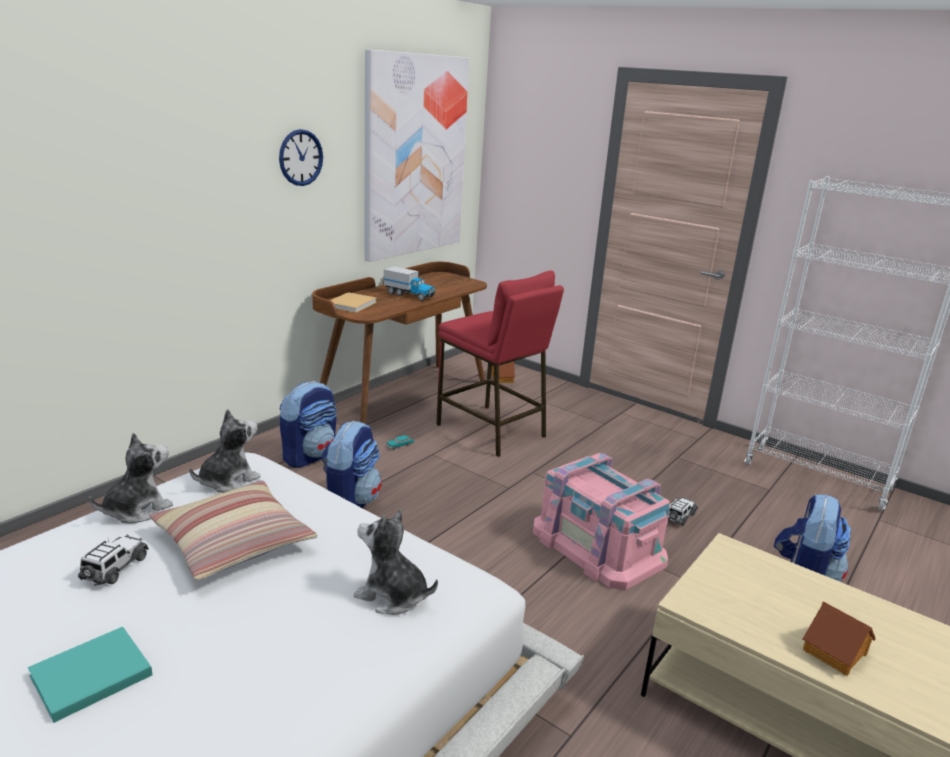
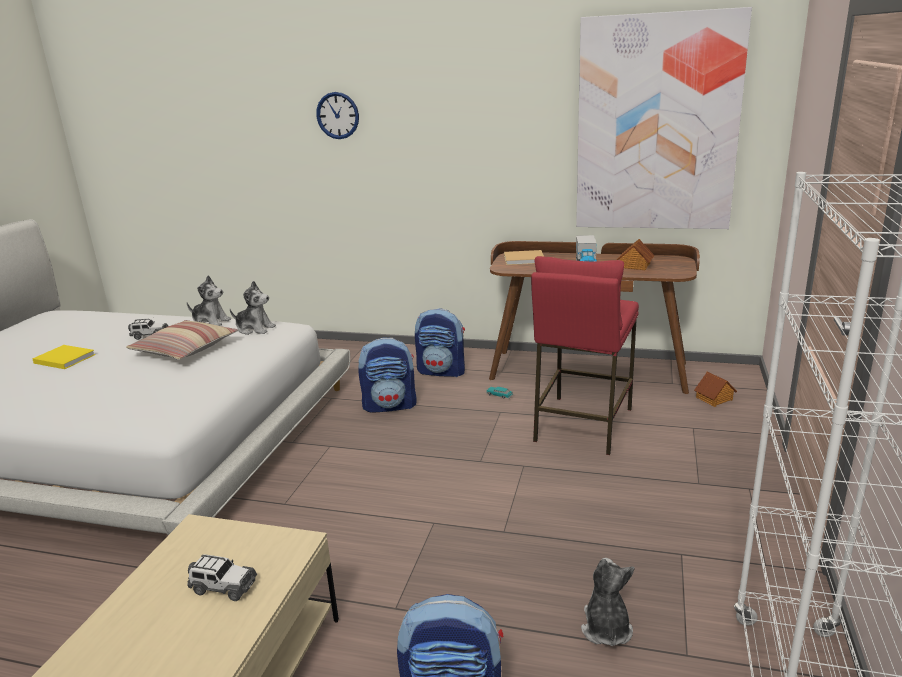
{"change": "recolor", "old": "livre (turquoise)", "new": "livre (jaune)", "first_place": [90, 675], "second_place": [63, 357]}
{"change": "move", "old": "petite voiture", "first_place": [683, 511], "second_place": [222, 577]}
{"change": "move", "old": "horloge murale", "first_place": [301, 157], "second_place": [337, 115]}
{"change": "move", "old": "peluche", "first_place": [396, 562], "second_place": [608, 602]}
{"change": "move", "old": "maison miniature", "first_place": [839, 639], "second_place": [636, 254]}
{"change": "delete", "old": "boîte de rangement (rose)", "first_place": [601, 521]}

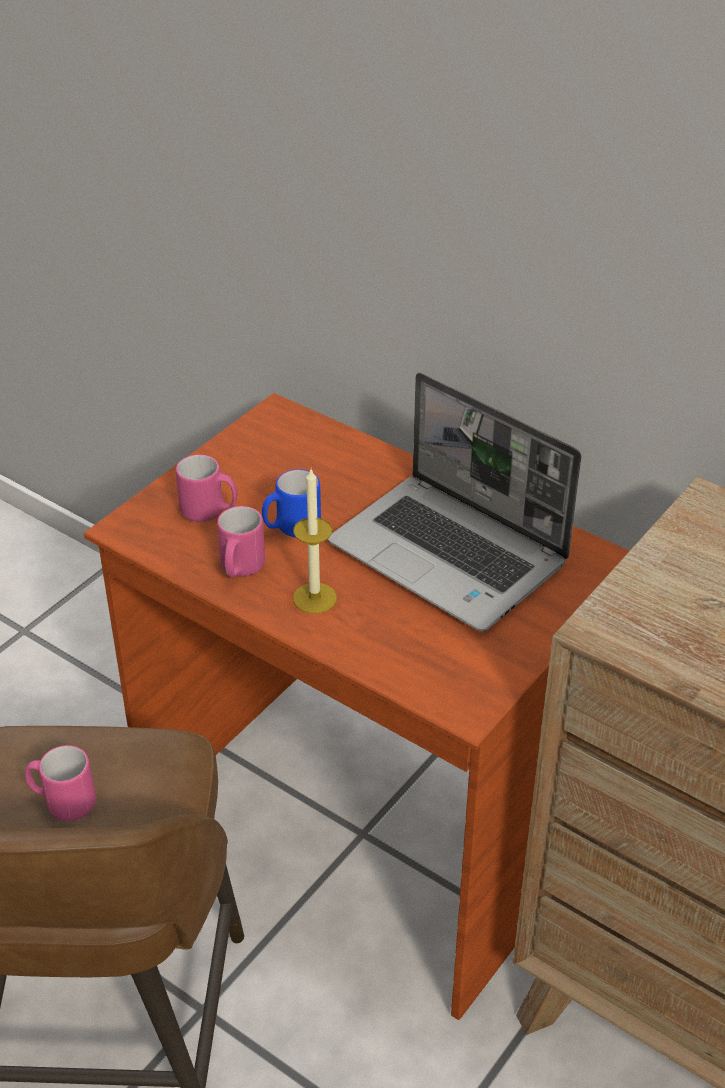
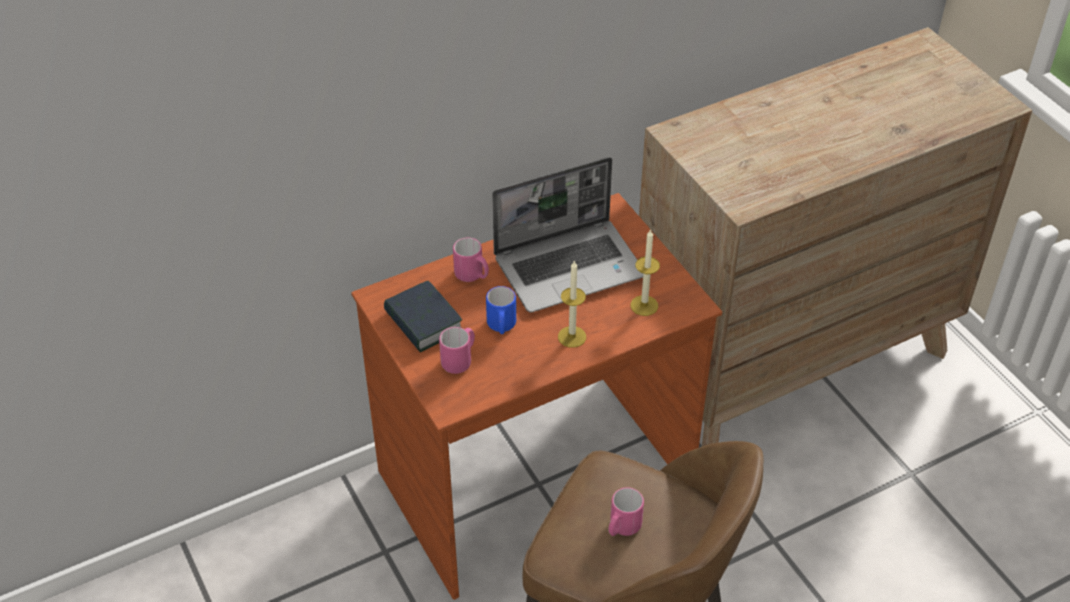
{"change": "insert", "new": "livre", "second_place": [423, 316]}
{"change": "move", "old": "mug (rose)", "first_place": [241, 542], "second_place": [471, 259]}
{"change": "insert", "new": "bougie", "second_place": [645, 272]}

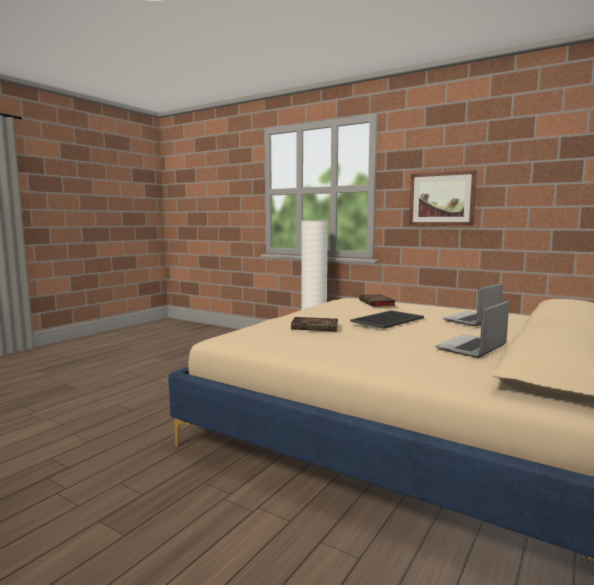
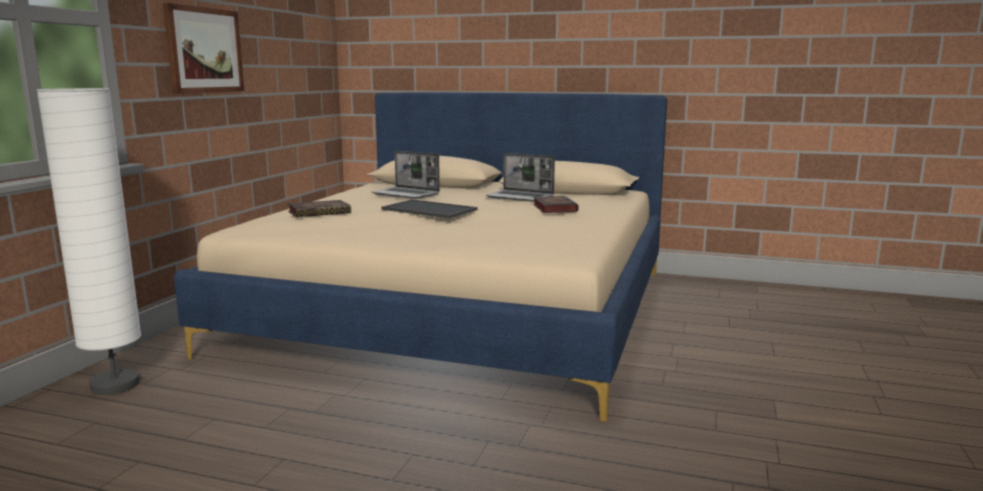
{"change": "move", "old": "livre", "first_place": [314, 324], "second_place": [556, 204]}

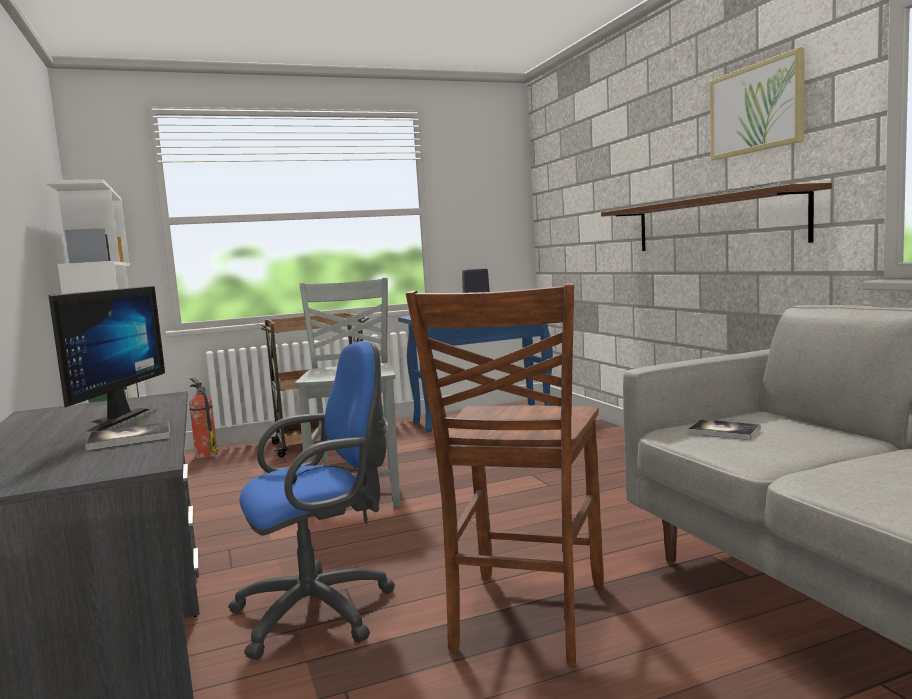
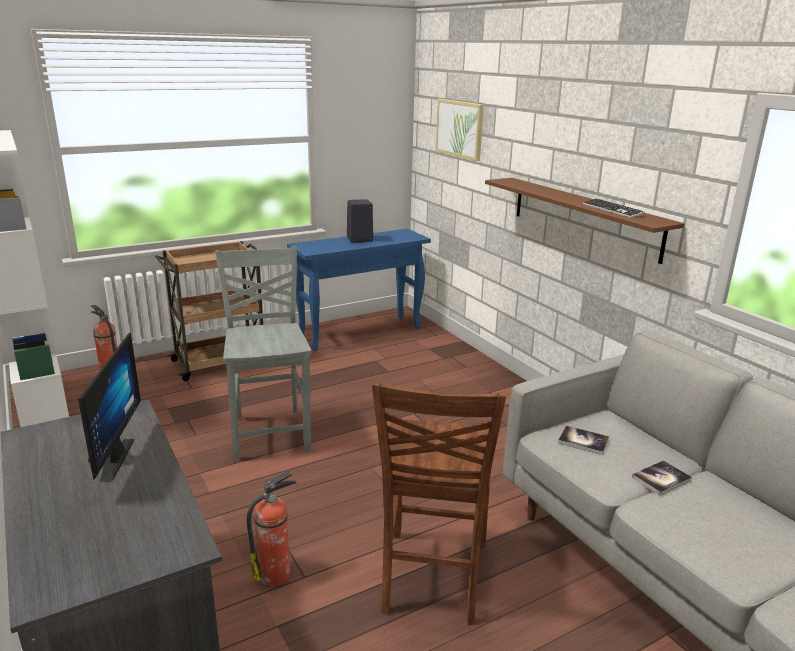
{"change": "replace", "old": "chaise de bureau (bleu)", "new": "extincteur", "first_place": [311, 500], "second_place": [272, 528]}
{"change": "move", "old": "tableau", "first_place": [757, 103], "second_place": [459, 130]}
{"change": "move", "old": "livre", "first_place": [127, 436], "second_place": [662, 478]}

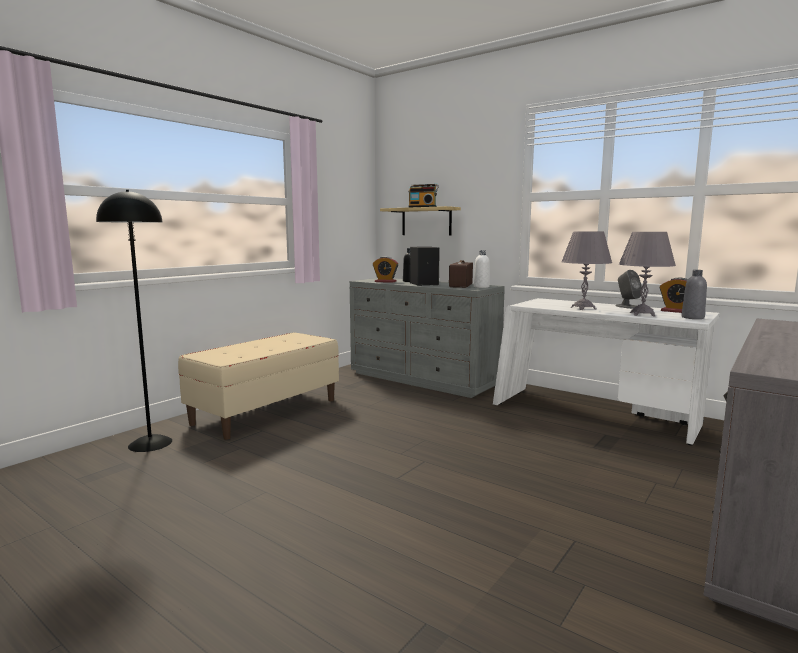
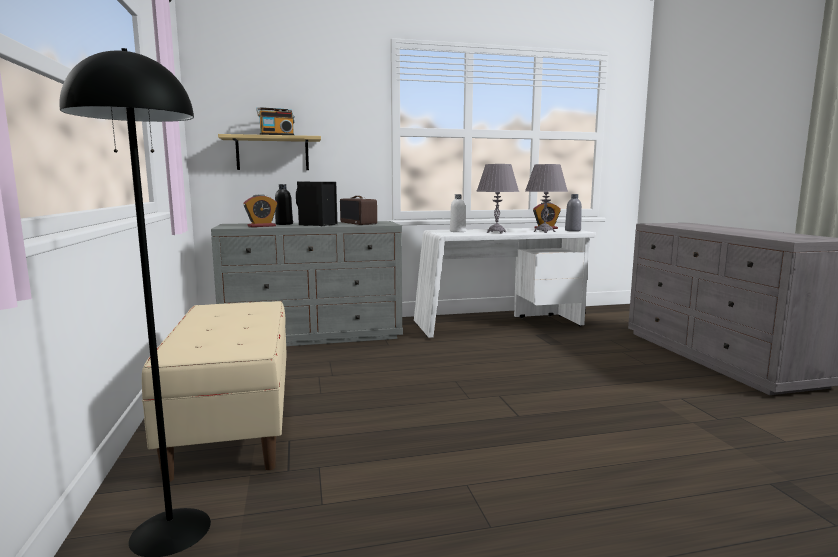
{"change": "move", "old": "bouteille (blanc)", "first_place": [482, 269], "second_place": [458, 213]}
{"change": "delete", "old": "enceinte (gris)", "first_place": [629, 289]}

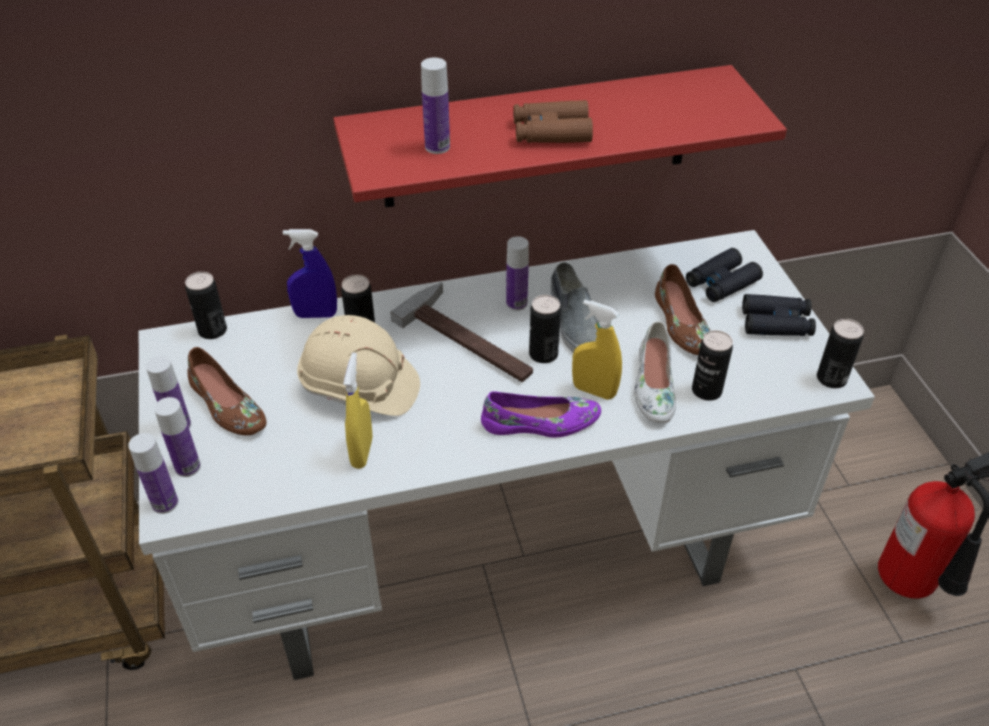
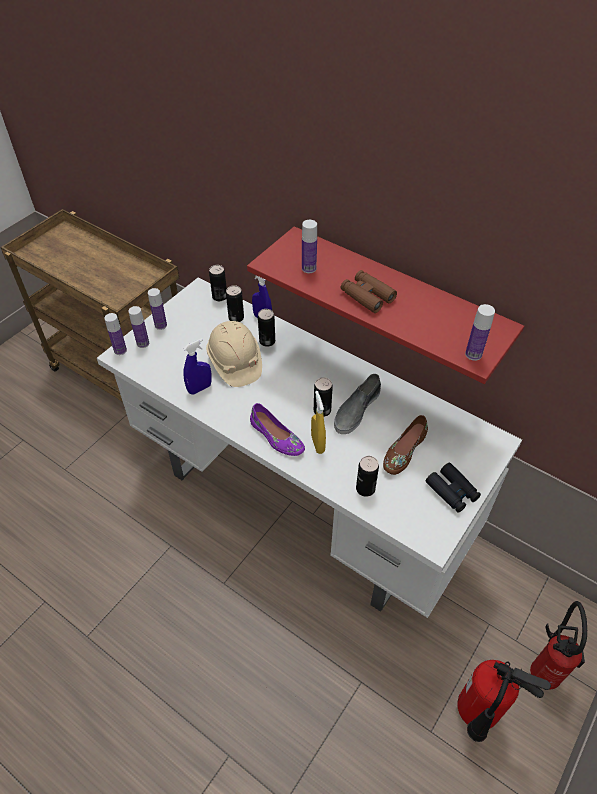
{"change": "recolor", "old": "vaporisateur (jaune)", "new": "vaporisateur (bleu)", "first_place": [358, 410], "second_place": [197, 366]}
{"change": "move", "old": "boîte métallique", "first_place": [840, 353], "second_place": [235, 303]}
{"change": "move", "old": "bouteille", "first_place": [517, 273], "second_place": [480, 332]}
{"change": "insert", "new": "extincteur", "second_place": [558, 645]}
{"change": "delete", "old": "chaussure (marron)", "first_place": [227, 391]}
{"change": "delete", "old": "marteau", "first_place": [461, 332]}
{"change": "delete", "old": "chaussure (blanc)", "first_place": [655, 372]}
{"change": "delete", "old": "jumelles (noir)", "first_place": [724, 275]}

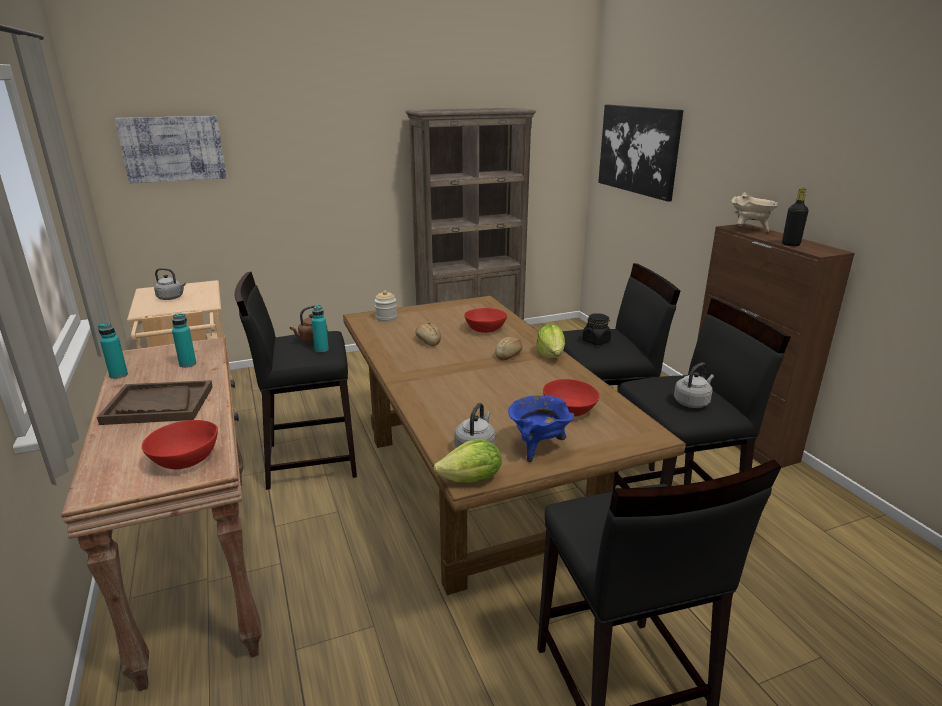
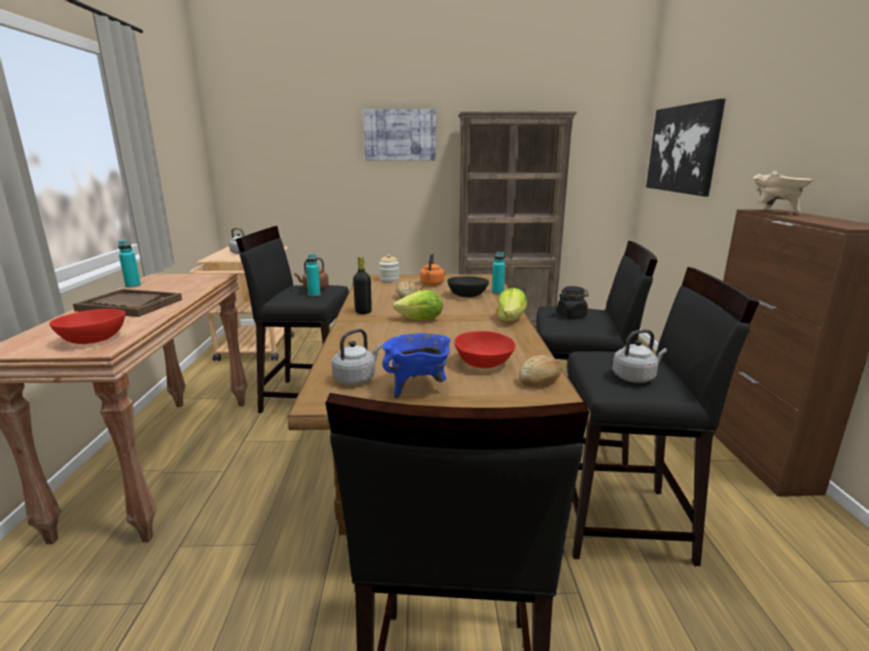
{"change": "move", "old": "bouteille (noir)", "first_place": [795, 217], "second_place": [362, 285]}
{"change": "move", "old": "tableau", "first_place": [171, 149], "second_place": [399, 134]}
{"change": "move", "old": "laitue", "first_place": [468, 461], "second_place": [418, 305]}
{"change": "insert", "new": "bouilloire (orange)", "second_place": [432, 269]}
{"change": "recolor", "old": "bol (rouge)", "new": "bol (noir)", "first_place": [485, 320], "second_place": [468, 286]}
{"change": "move", "old": "bouteille (turquoise)", "first_place": [184, 341], "second_place": [498, 273]}
{"change": "move", "old": "pain", "first_place": [509, 348], "second_place": [540, 371]}

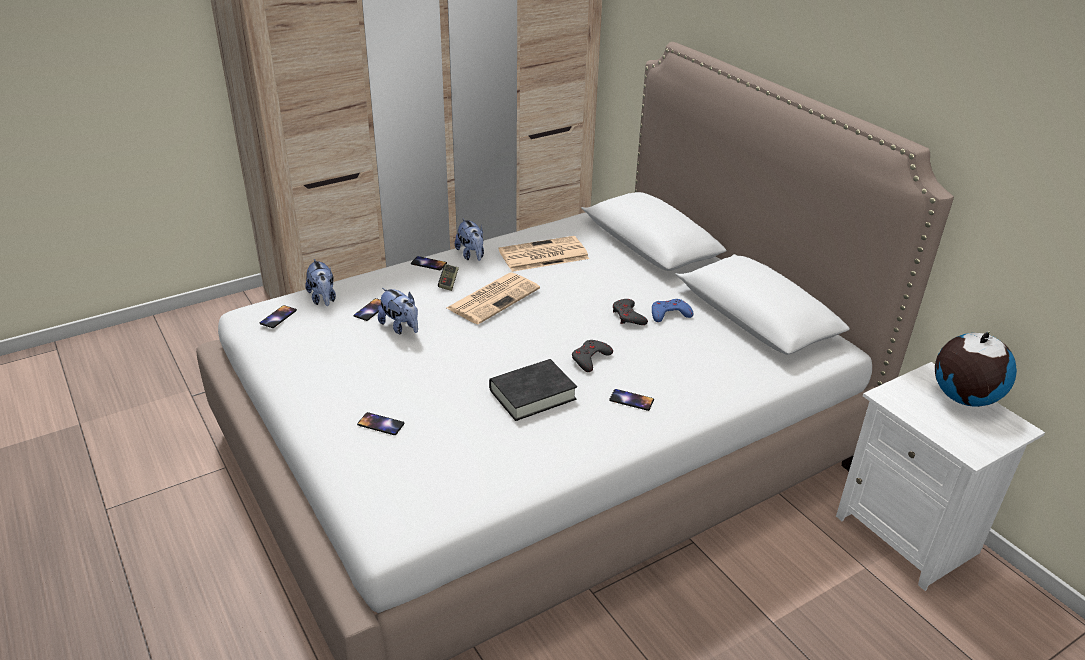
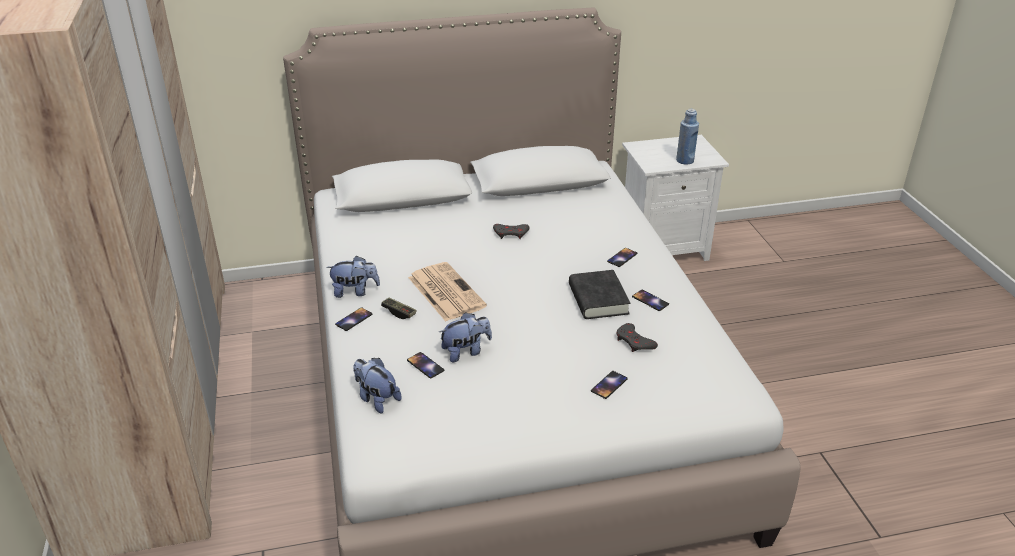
{"change": "rotate", "old": "peluche", "first_place": [320, 282], "second_place": [377, 385], "degrees": -135}
{"change": "move", "old": "manette (gris)", "first_place": [592, 356], "second_place": [637, 337]}
{"change": "move", "old": "téléphone", "first_place": [278, 316], "second_place": [650, 300]}
{"change": "insert", "new": "bouteille (bleu)", "second_place": [687, 137]}
{"change": "delete", "old": "journal", "first_place": [544, 254]}
{"change": "delete", "old": "manette (bleu)", "first_place": [672, 310]}
{"change": "delete", "old": "globe", "first_place": [976, 369]}

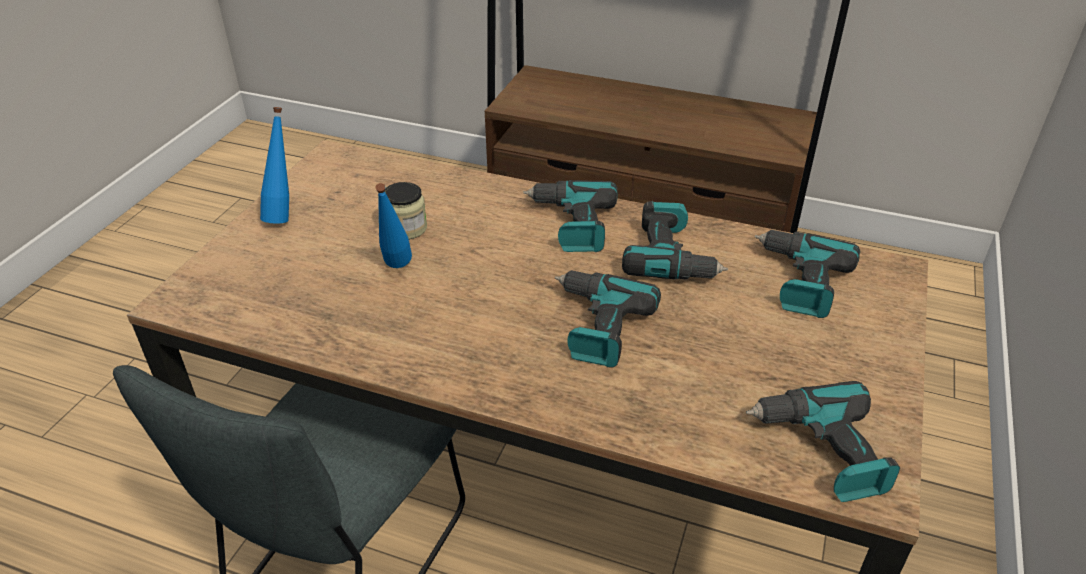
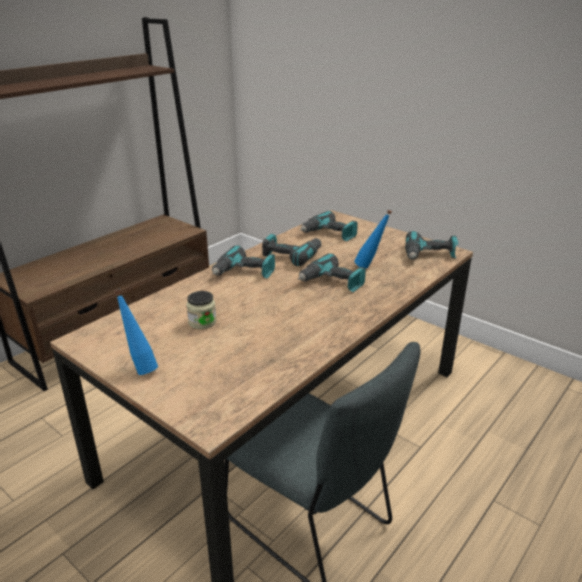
{"change": "move", "old": "bouteille (bleu)", "first_place": [393, 225], "second_place": [373, 239]}

